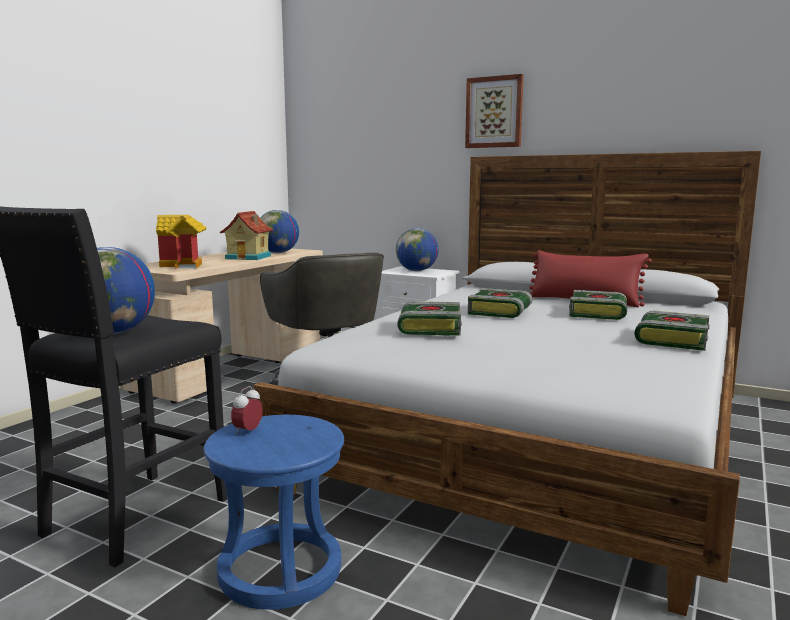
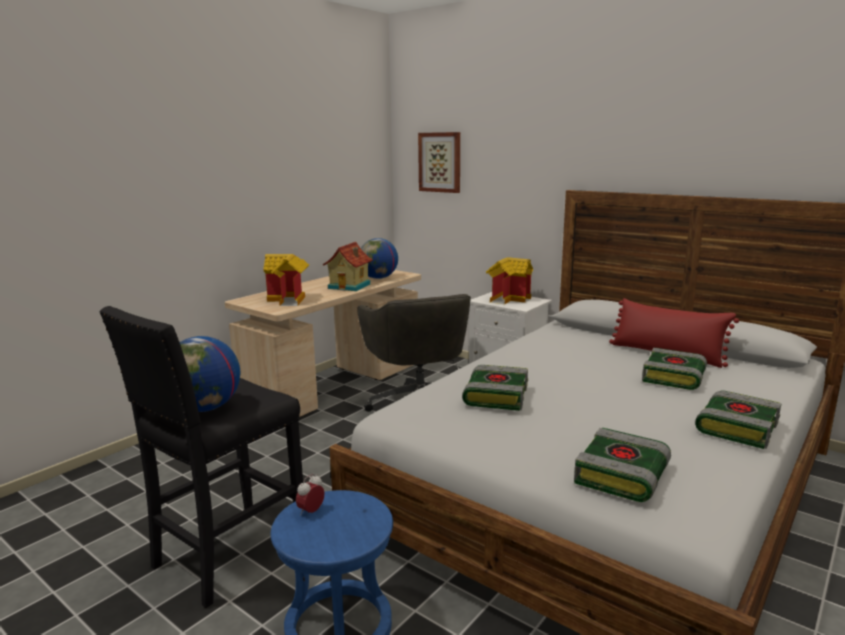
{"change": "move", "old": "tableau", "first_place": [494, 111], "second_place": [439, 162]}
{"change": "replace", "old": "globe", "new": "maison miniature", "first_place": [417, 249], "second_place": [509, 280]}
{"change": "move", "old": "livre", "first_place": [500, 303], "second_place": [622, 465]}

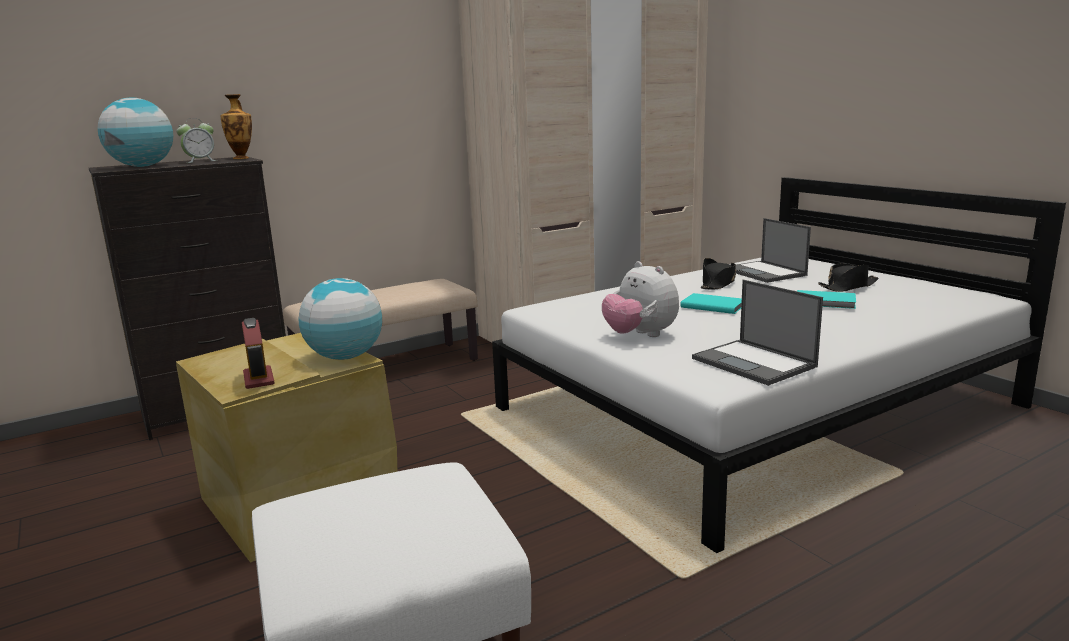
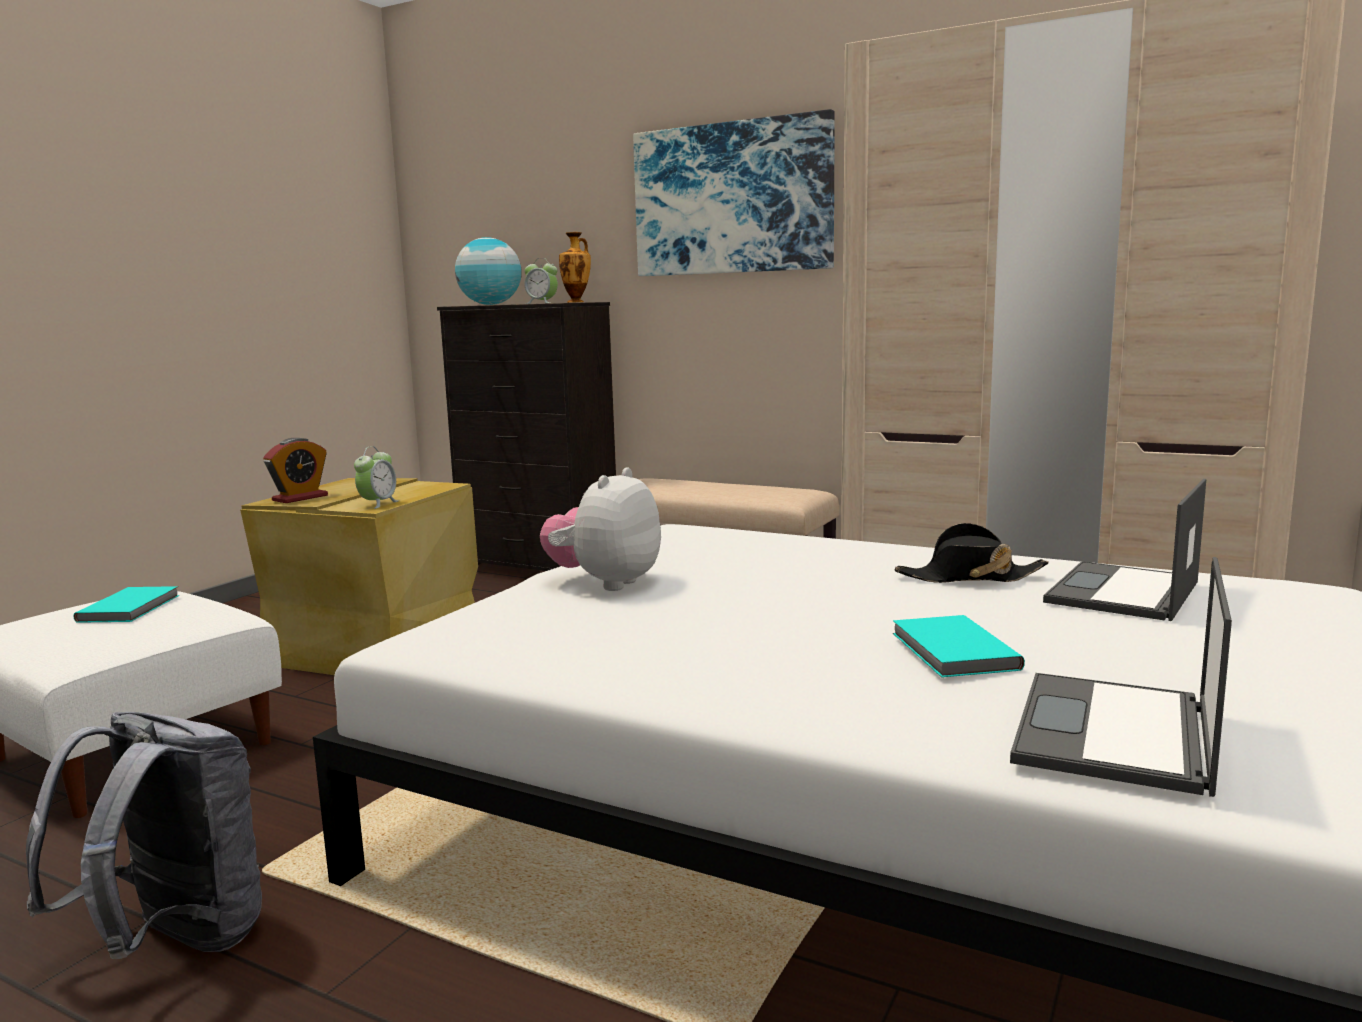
{"change": "insert", "new": "sac à dos (gris)", "second_place": [144, 835]}
{"change": "move", "old": "livre (turquoise)", "first_place": [711, 303], "second_place": [127, 604]}
{"change": "replace", "old": "globe", "new": "réveil", "first_place": [340, 319], "second_place": [376, 477]}
{"change": "insert", "new": "tableau", "second_place": [734, 192]}
{"change": "move", "old": "ordinateur portable", "first_place": [757, 333], "second_place": [1121, 677]}
{"change": "delete", "old": "chapeau (noir)", "first_place": [848, 277]}

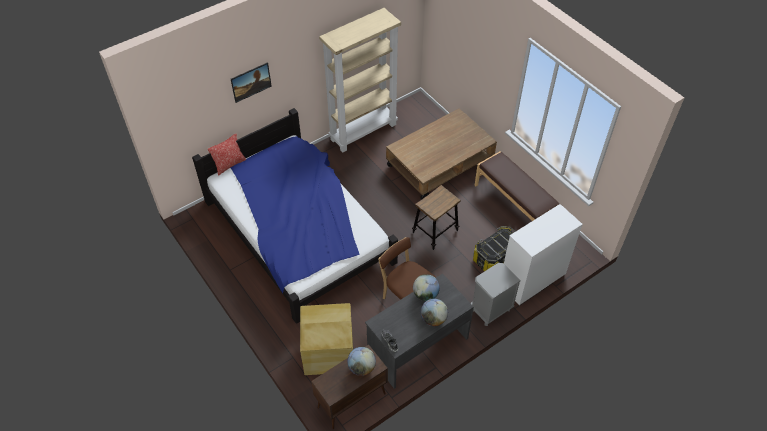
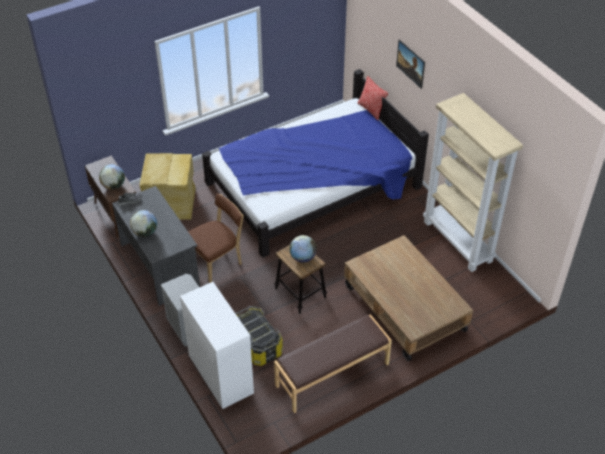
{"change": "move", "old": "globe", "first_place": [426, 287], "second_place": [303, 248]}

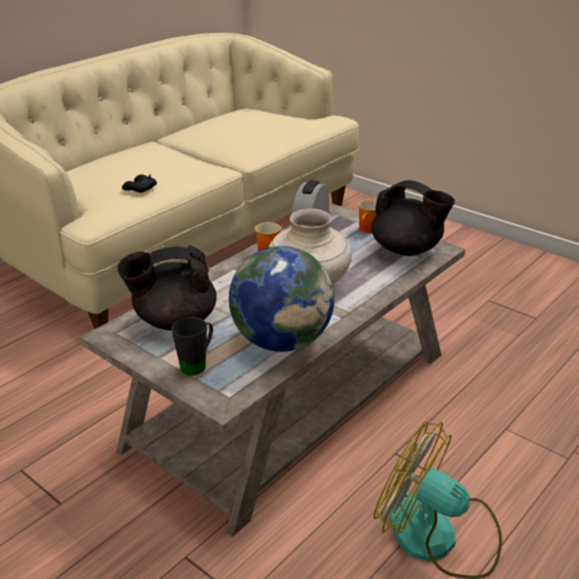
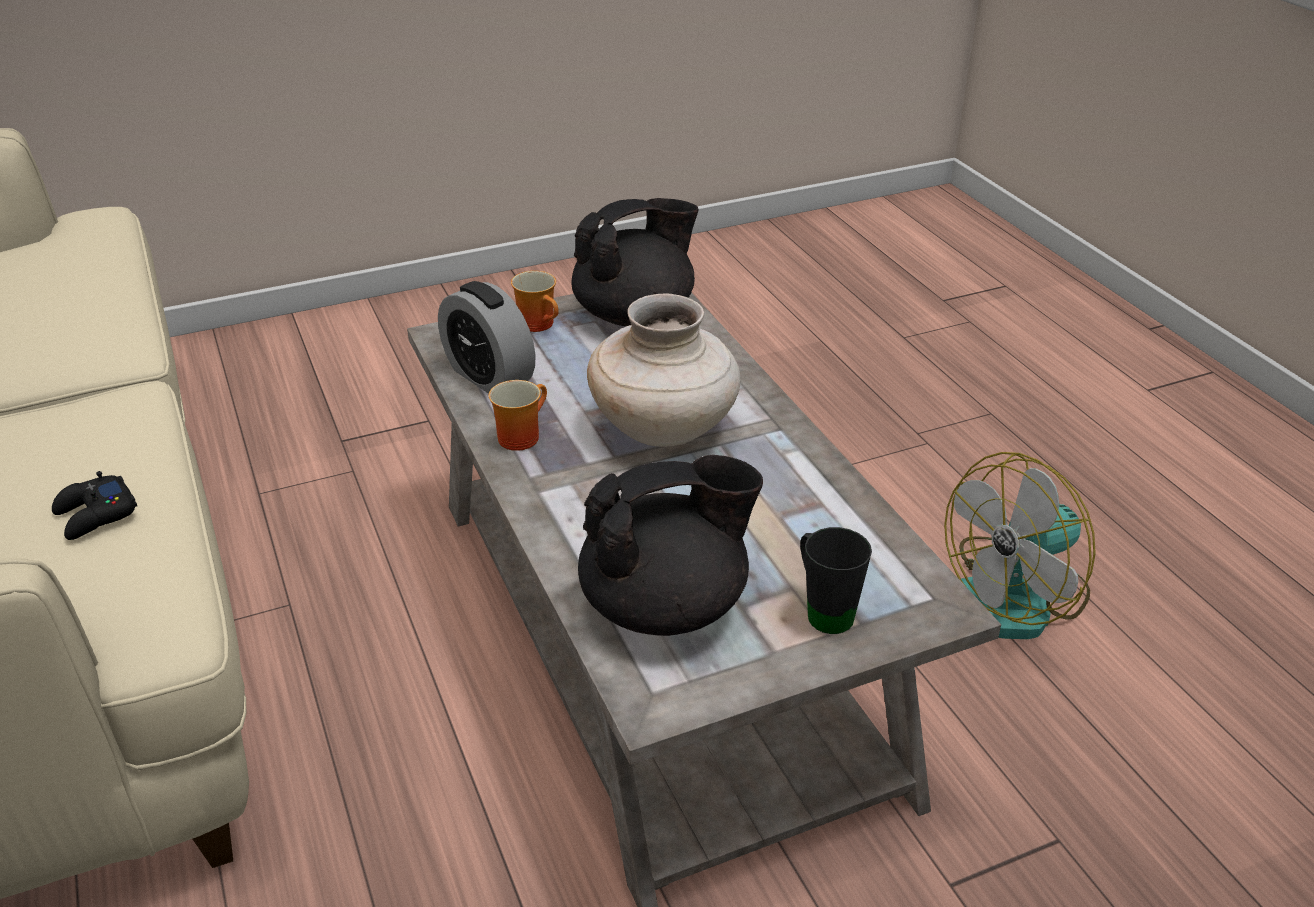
{"change": "rotate", "old": "théière (noir)", "first_place": [167, 288], "second_place": [670, 545], "degrees": -120}
{"change": "delete", "old": "globe", "first_place": [281, 299]}

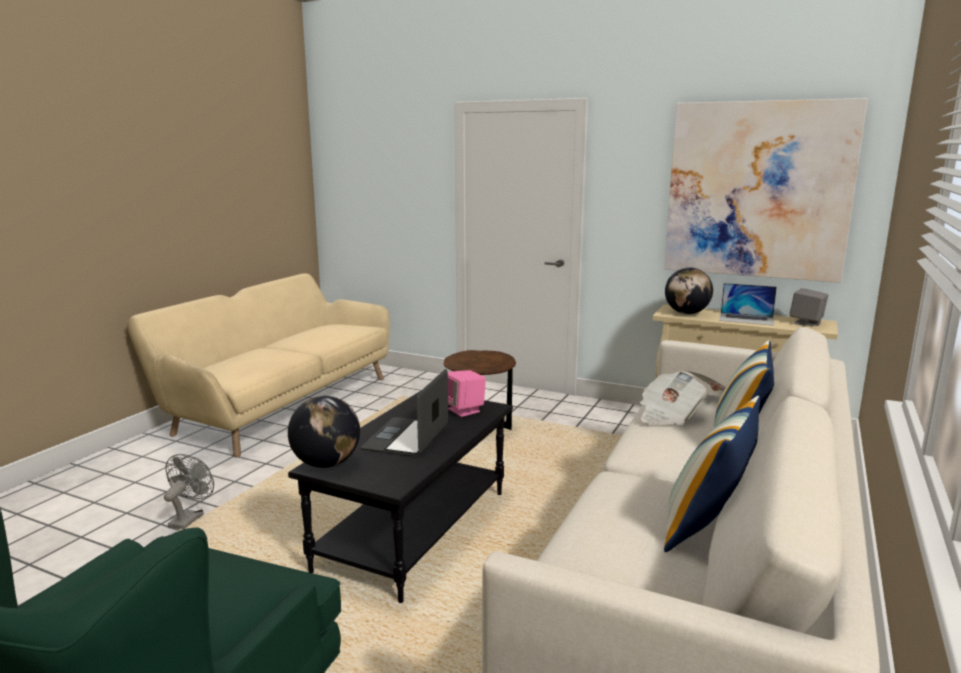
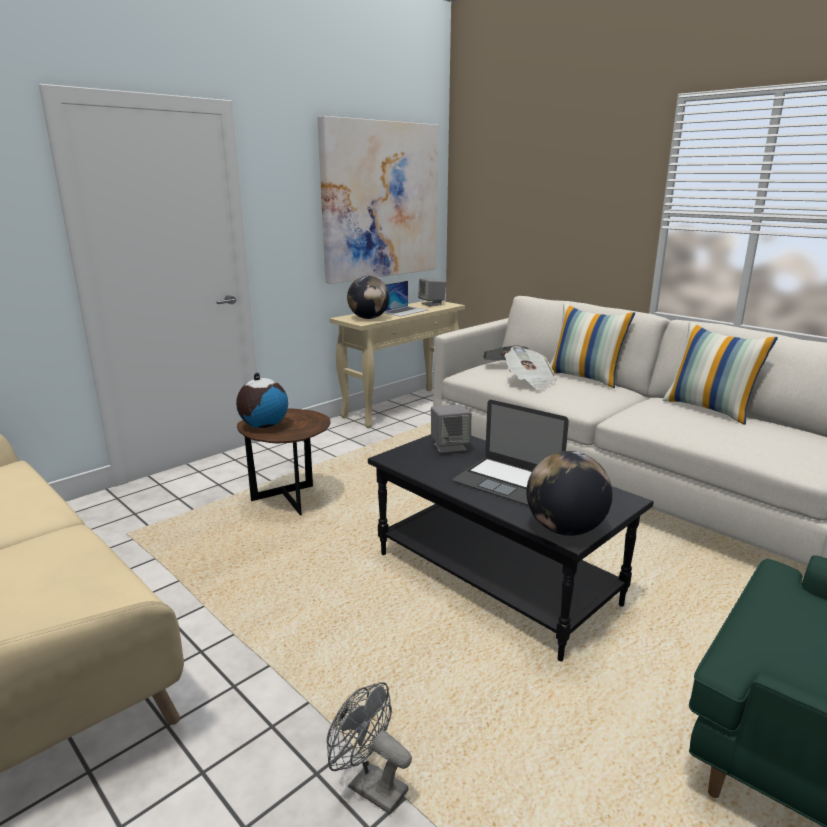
{"change": "insert", "new": "globe", "second_place": [262, 400]}
{"change": "recolor", "old": "enceinte (rose)", "new": "enceinte (gris)", "first_place": [467, 393], "second_place": [451, 429]}

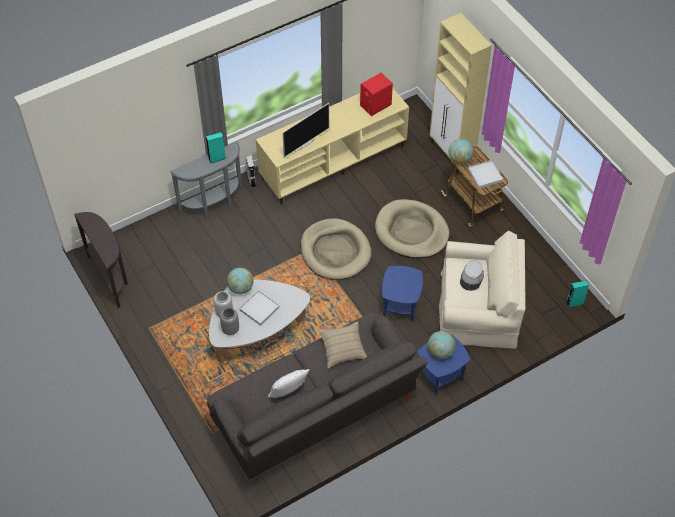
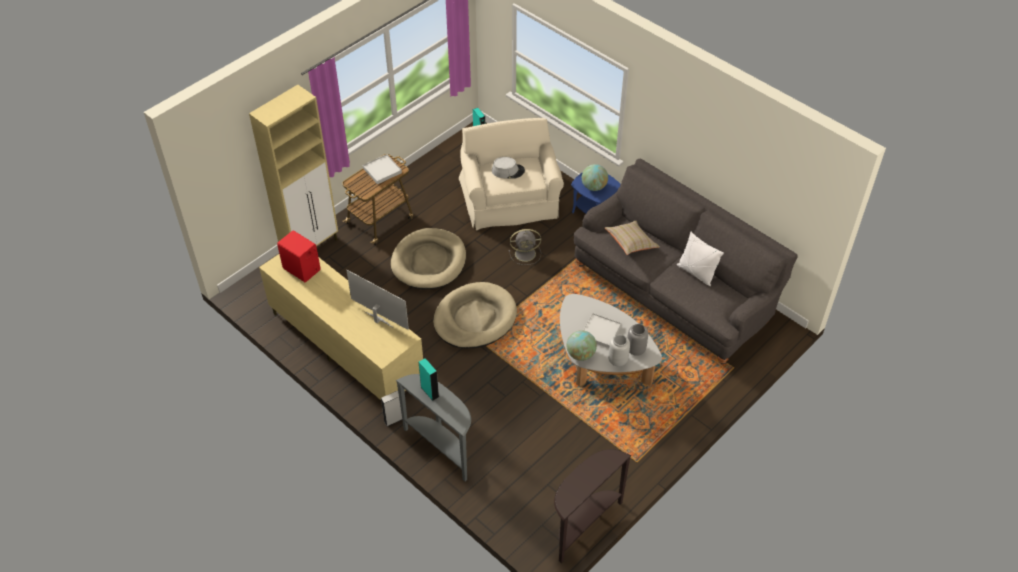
{"change": "replace", "old": "table d'appoint (bleu)", "new": "ventilateur (gris)", "first_place": [402, 294], "second_place": [525, 247]}
{"change": "delete", "old": "globe", "first_place": [461, 151]}

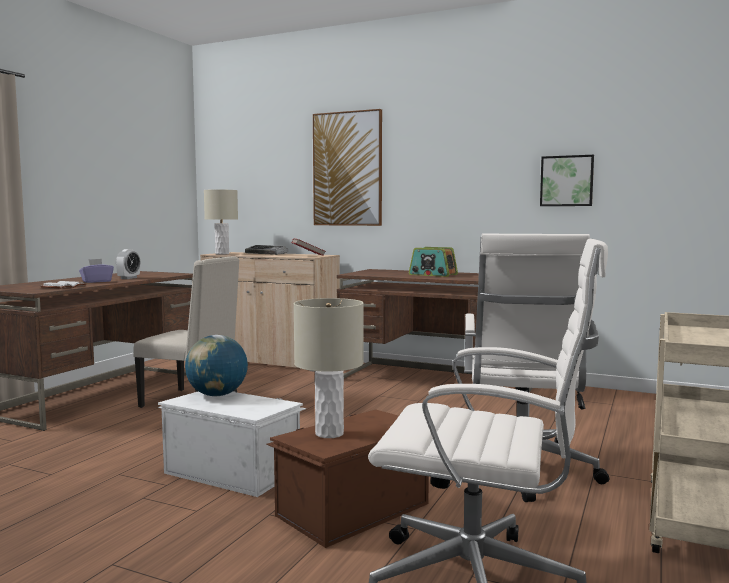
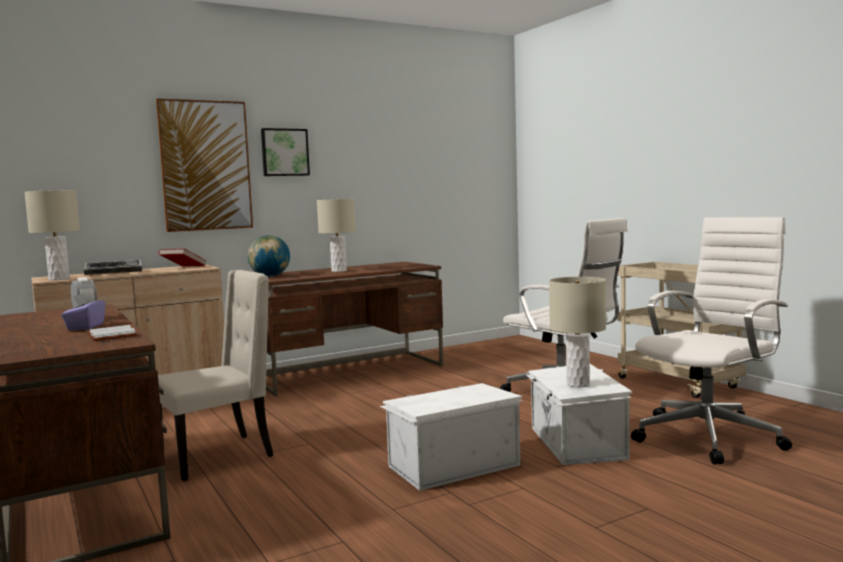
{"change": "move", "old": "globe", "first_place": [216, 365], "second_place": [269, 256]}
{"change": "move", "old": "tableau", "first_place": [567, 180], "second_place": [285, 152]}
{"change": "replace", "old": "radio", "new": "lampe de table (beige)", "first_place": [433, 262], "second_place": [336, 235]}
{"change": "recolor", "old": "boîte de rangement (marron)", "new": "boîte de rangement (blanc)", "first_place": [347, 478], "second_place": [579, 414]}

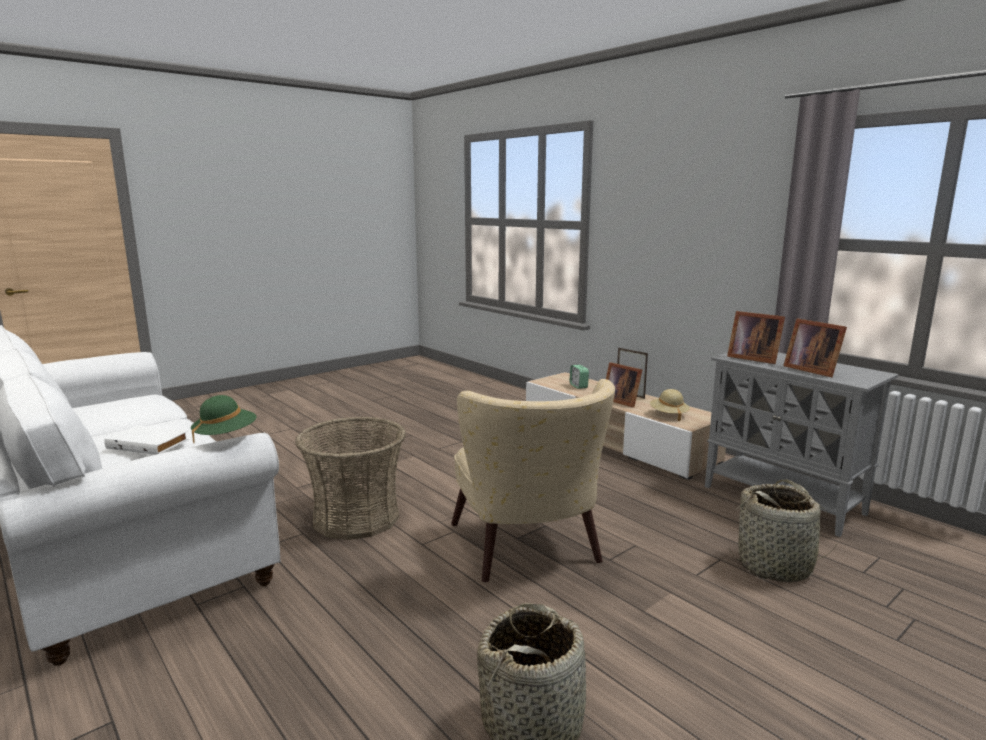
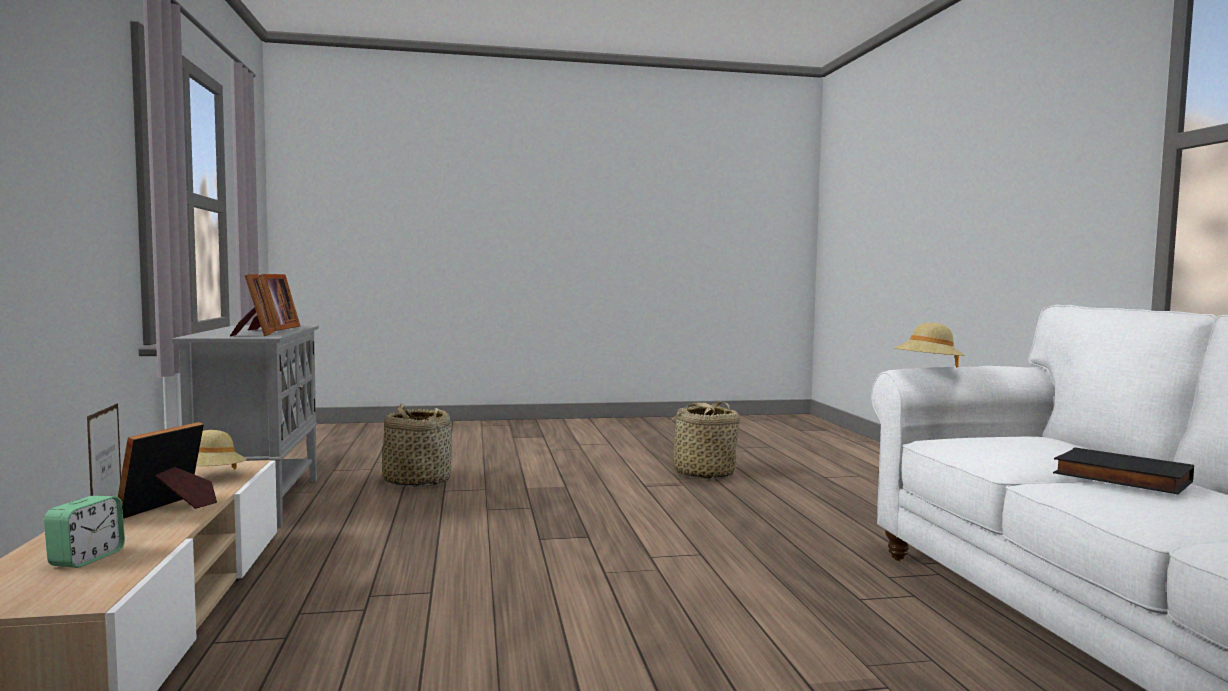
{"change": "rotate", "old": "cadre photo", "first_place": [624, 385], "second_place": [167, 470], "degrees": -150}
{"change": "recolor", "old": "chapeau (vert)", "new": "chapeau (beige)", "first_place": [224, 419], "second_place": [930, 345]}
{"change": "recolor", "old": "livre (blanc)", "new": "livre (noir)", "first_place": [146, 440], "second_place": [1123, 470]}
{"change": "delete", "old": "panier", "first_place": [350, 478]}
{"change": "delete", "old": "fauteuil (beige)", "first_place": [533, 481]}

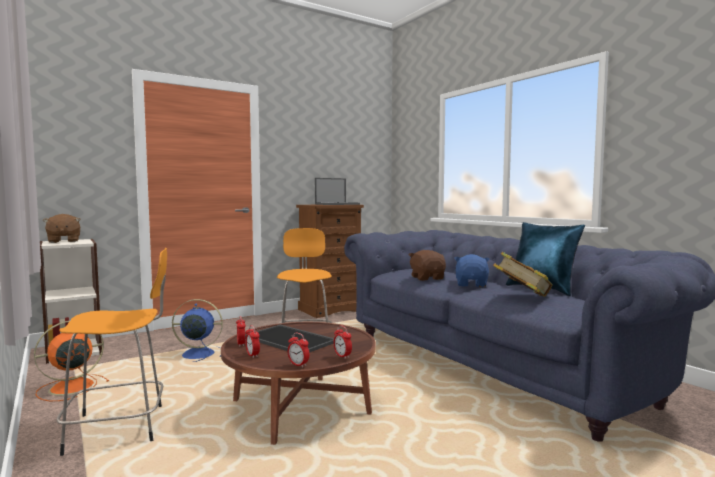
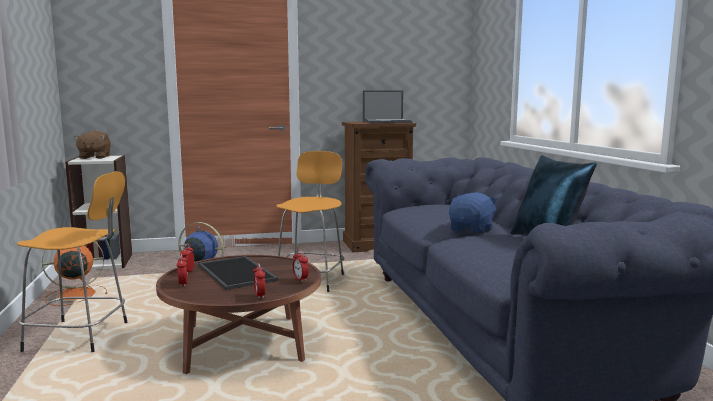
{"change": "move", "old": "réveil", "first_place": [299, 350], "second_place": [301, 266]}
{"change": "delete", "old": "peluche (marron)", "first_place": [427, 265]}
{"change": "delete", "old": "livre", "first_place": [523, 274]}

